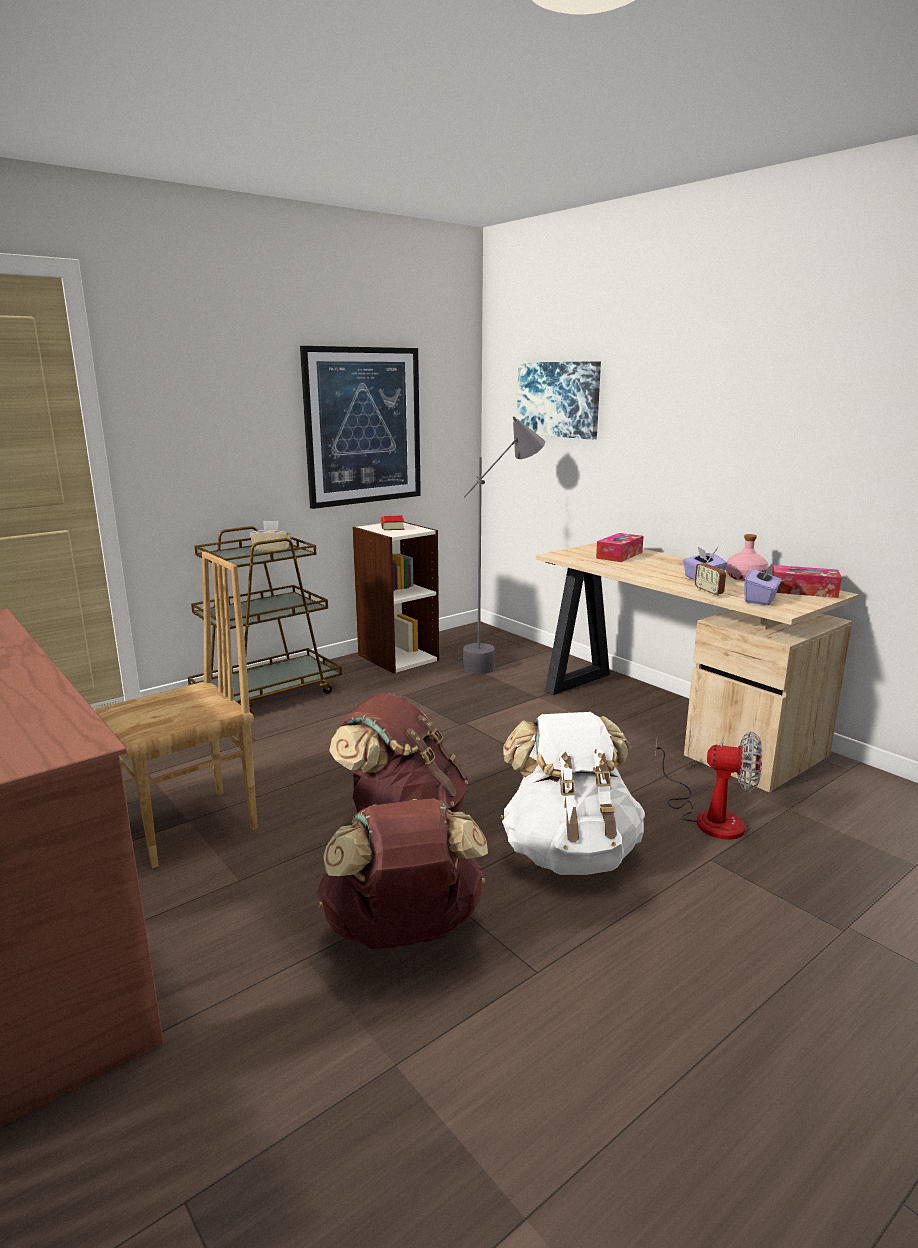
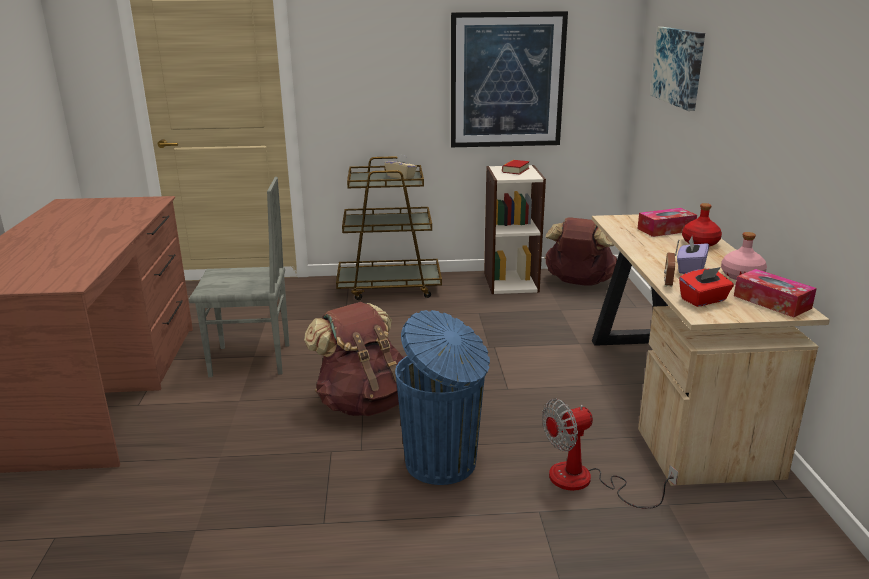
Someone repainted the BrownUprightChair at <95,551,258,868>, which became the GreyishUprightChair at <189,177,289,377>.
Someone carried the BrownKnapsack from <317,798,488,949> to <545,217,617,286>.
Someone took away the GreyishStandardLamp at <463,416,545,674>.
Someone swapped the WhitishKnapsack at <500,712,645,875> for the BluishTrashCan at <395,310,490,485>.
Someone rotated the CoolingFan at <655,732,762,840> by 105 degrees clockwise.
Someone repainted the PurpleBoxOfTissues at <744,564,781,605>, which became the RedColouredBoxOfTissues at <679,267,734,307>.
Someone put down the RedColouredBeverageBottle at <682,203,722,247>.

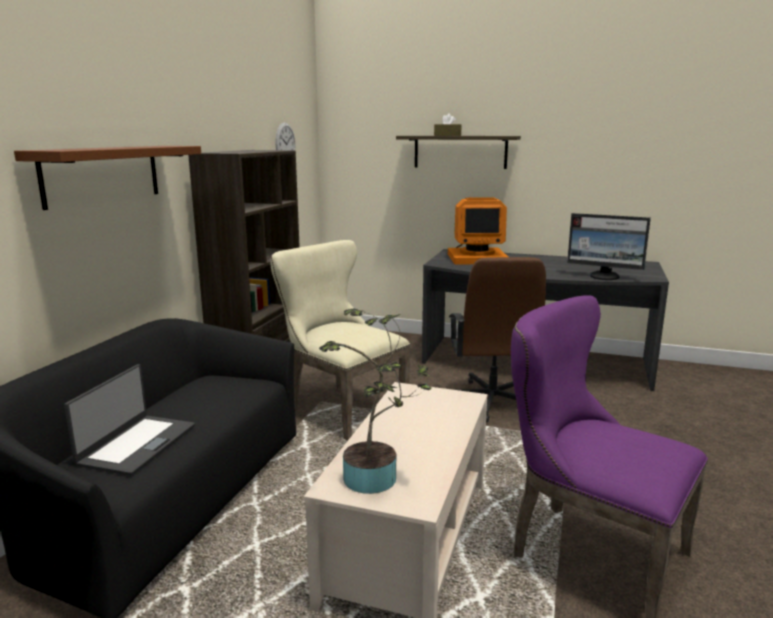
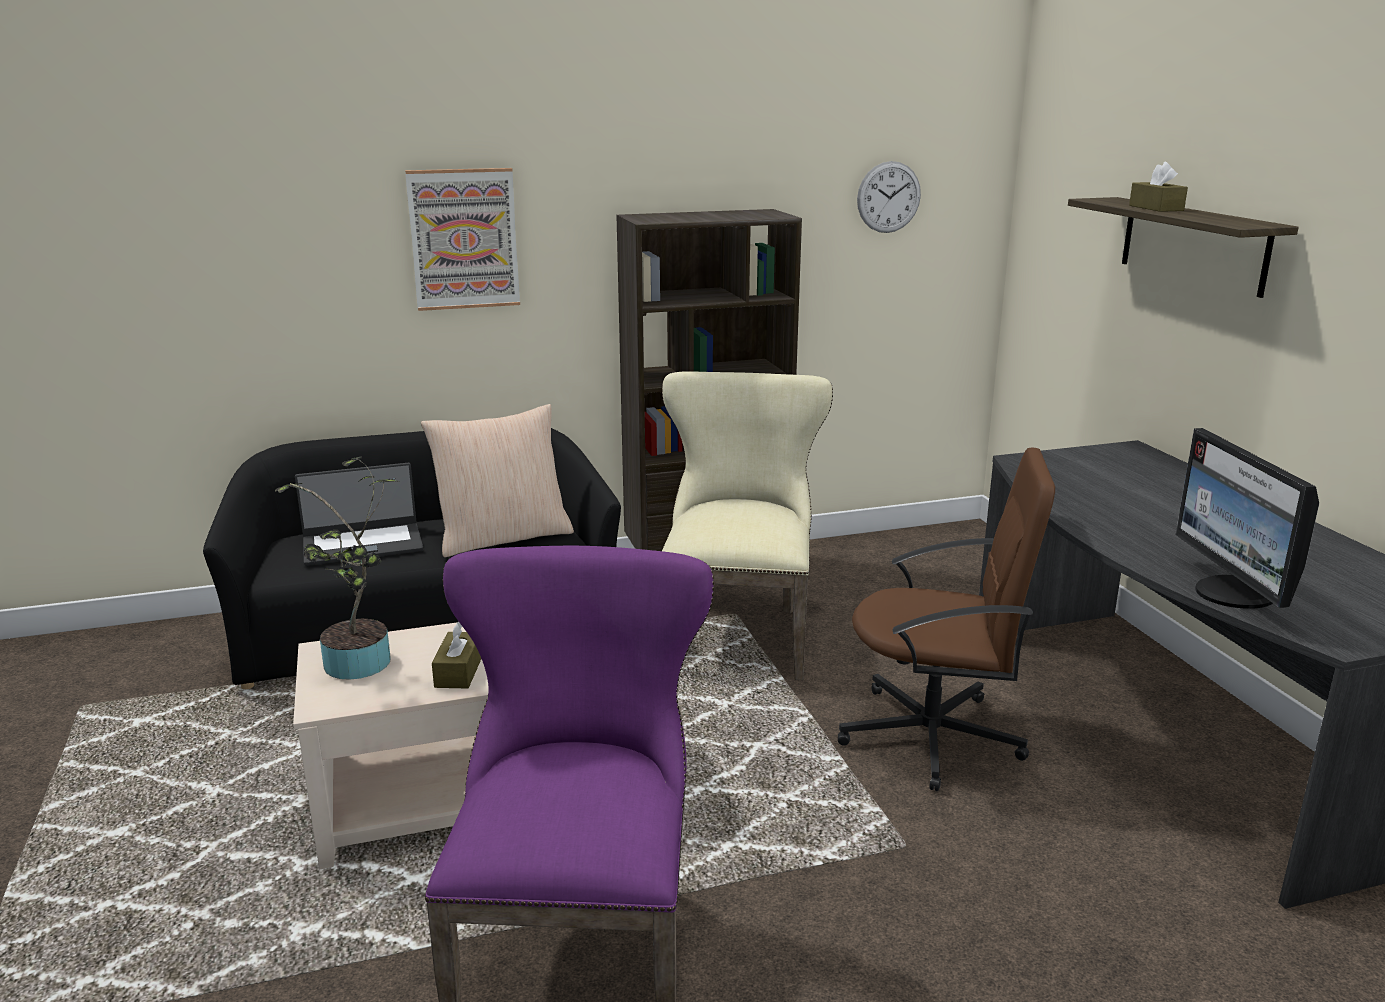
Someone swapped the BrownBracketShelf at <14,146,201,210> for the Picture at <405,168,520,311>.
Someone took away the ComputerDisplay at <448,198,508,264>.
Someone rotated the BrownComputerChair at <449,257,546,422> by 135 degrees counterclockwise.
Someone put down the BeigeColouredThrowPillow at <421,404,574,557>.
Someone put down the BrownBoxOfTissues at <432,622,481,688>.

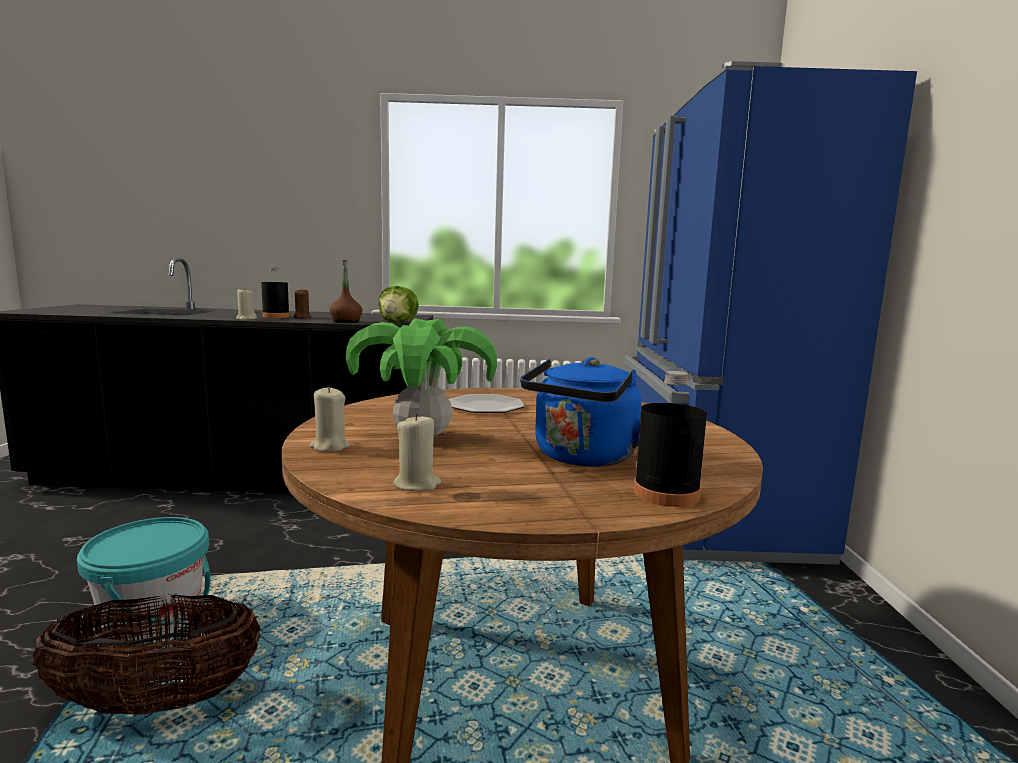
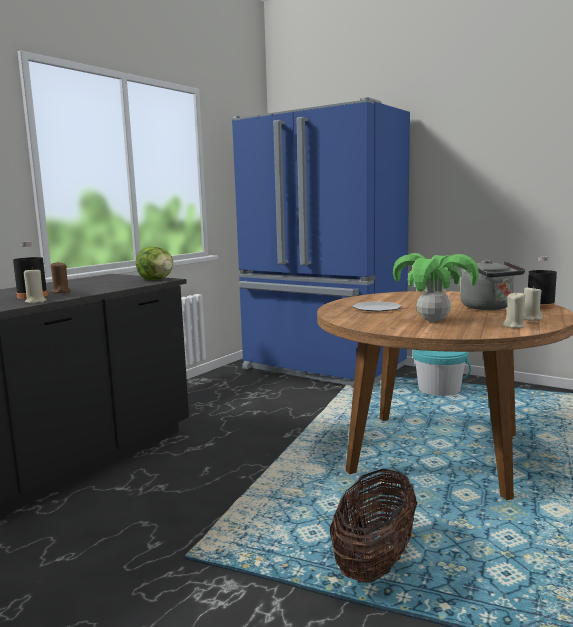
Someone carried the TurquoisePail from <77,517,211,641> to <413,350,471,396>.
Someone carried the BeigeColouredWaxCandle from <309,386,350,452> to <524,286,543,321>.
Someone took away the BrownBeverageBottle at <329,259,363,323>.
Someone repainted the BluishTeaKettle at <520,357,641,467>, which became the GreyishTeaKettle at <461,259,525,310>.

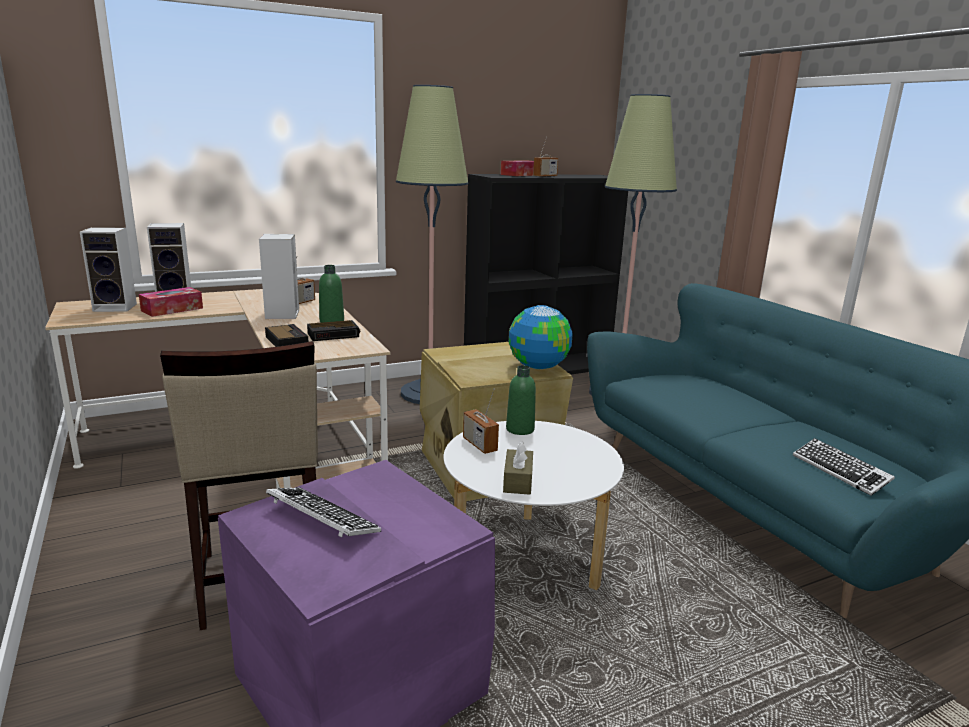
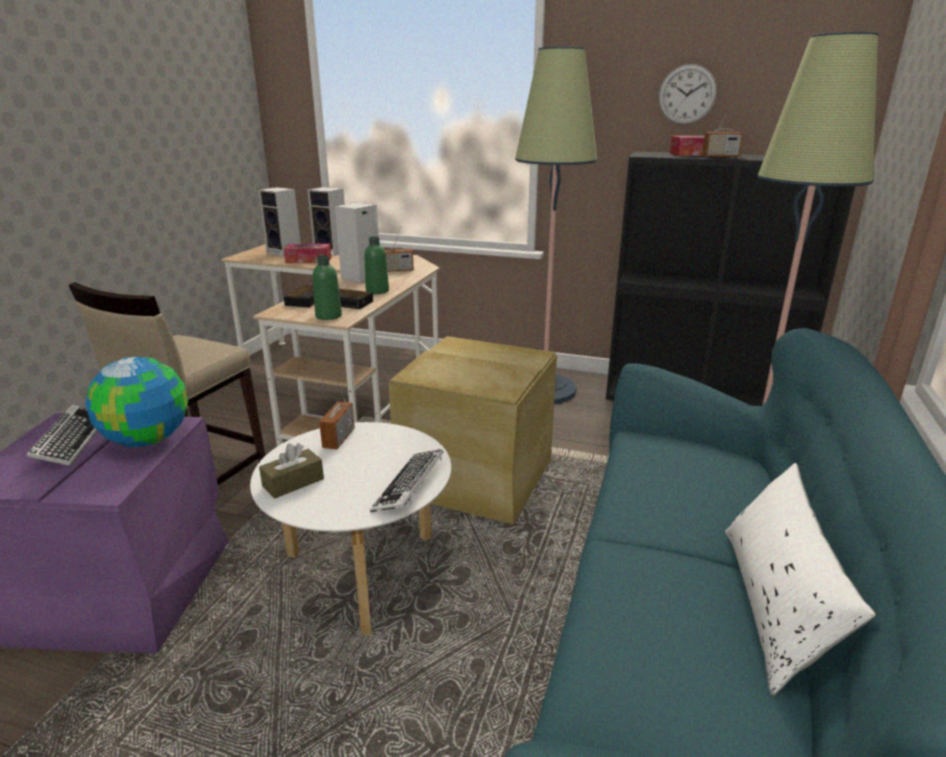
Someone carried the GreenColouredBeverageBottle from <506,365,536,435> to <313,255,342,320>.
Someone carried the WorldGlobe from <509,305,573,369> to <85,357,188,447>.
Someone carried the PcKeyboard from <793,438,895,496> to <370,449,444,512>.
Someone put up the ClockOnTheWall at <658,64,717,125>.
Someone put down the WhitishThrowPillow at <725,463,876,696>.

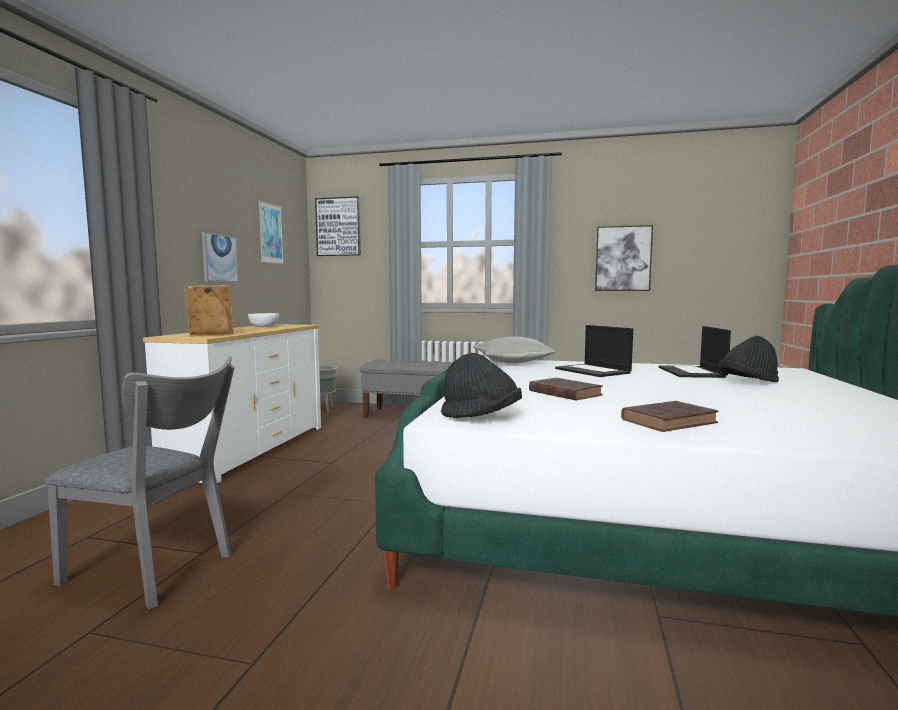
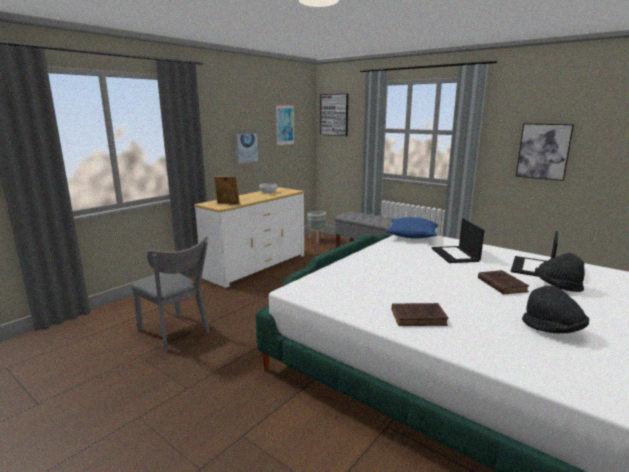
Someone carried the BlackClothingHat from <441,353,522,418> to <522,286,589,334>.
Someone repainted the GreyishThrowPillow at <473,337,556,363>, which became the BluishThrowPillow at <385,217,439,238>.
Someone carried the BrownBook from <529,378,603,401> to <478,270,529,295>.

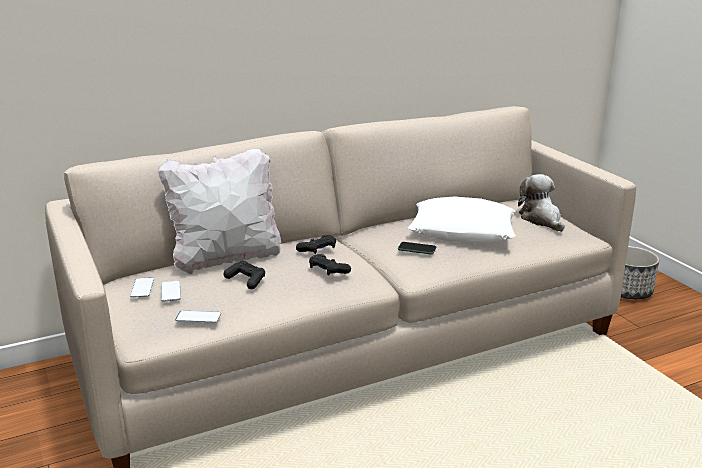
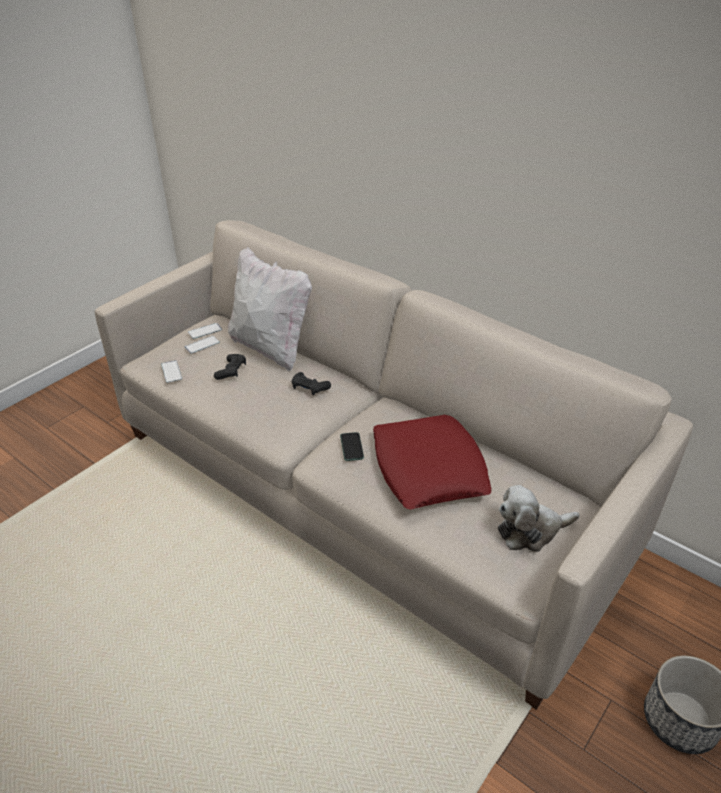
Someone took away the BlackJoypad at <309,254,351,276>.
Someone repainted the WhitishThrowPillow at <408,196,516,243>, which became the RedColouredThrowPillow at <373,415,491,509>.
Someone rotated the SoftToy at <518,174,565,232> by 150 degrees counterclockwise.

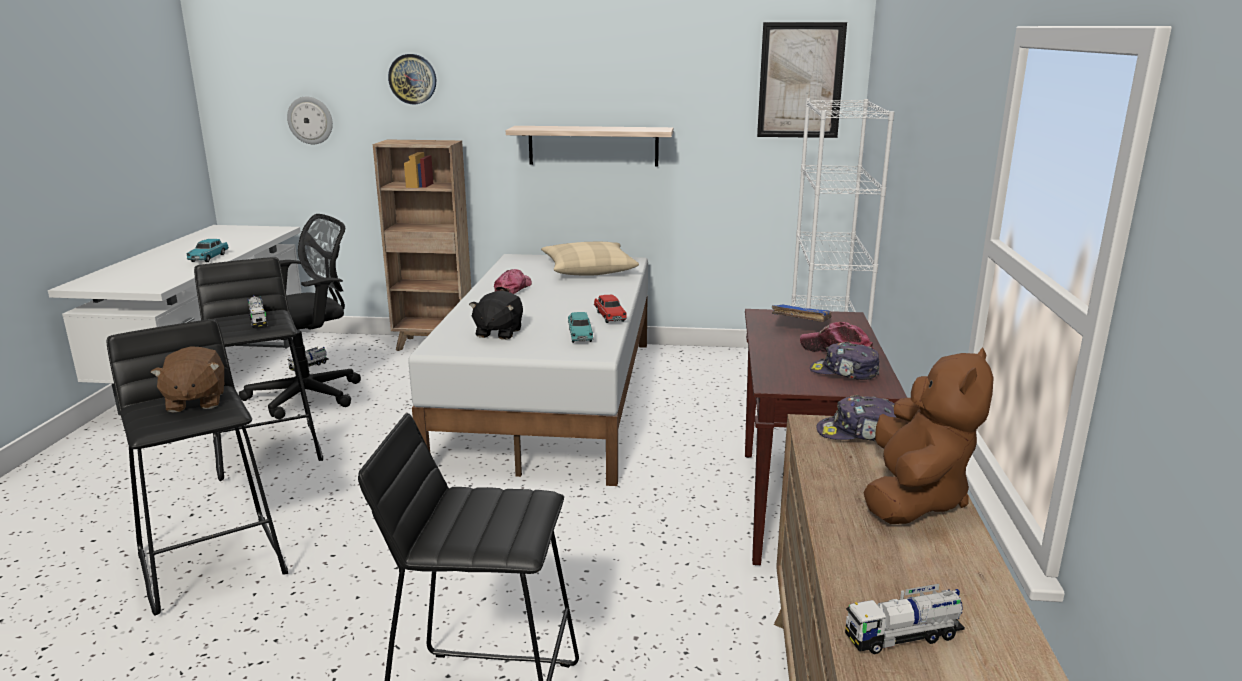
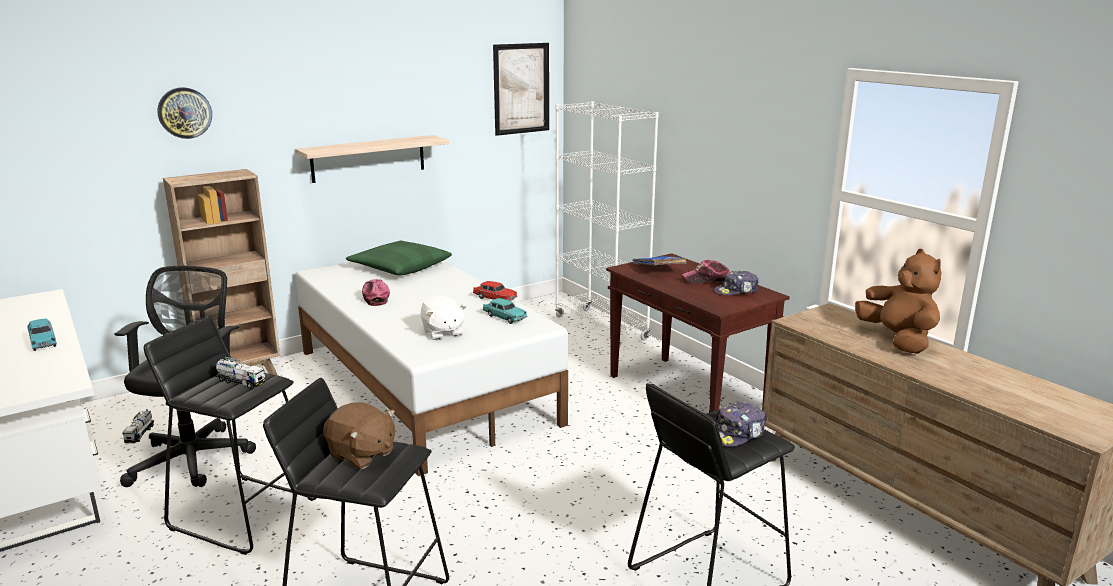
Someone took away the ClockOnTheWall at <287,97,333,144>.
Someone repainted the BlackSoftToy at <469,290,523,340>, which became the WhitishSoftToy at <421,296,466,340>.
Someone repainted the BeigeColouredThrowPillow at <541,242,639,276>, which became the GreenColouredThrowPillow at <346,241,452,275>.
Someone carried the BaseballCap from <816,395,896,441> to <715,402,766,447>.
Someone took away the ToyLorry at <845,583,965,654>.

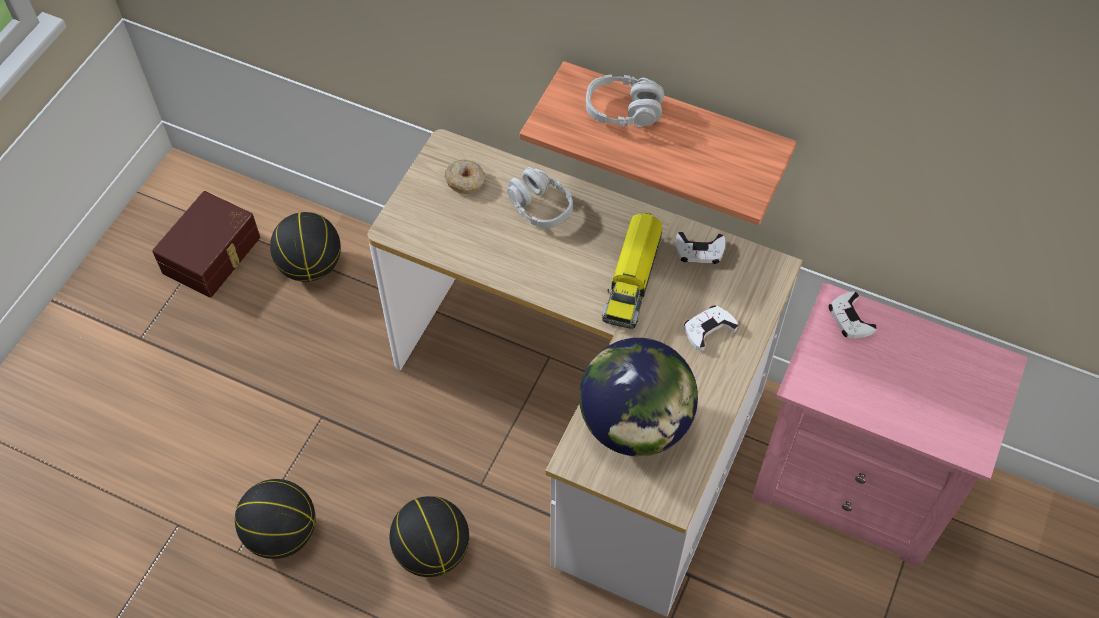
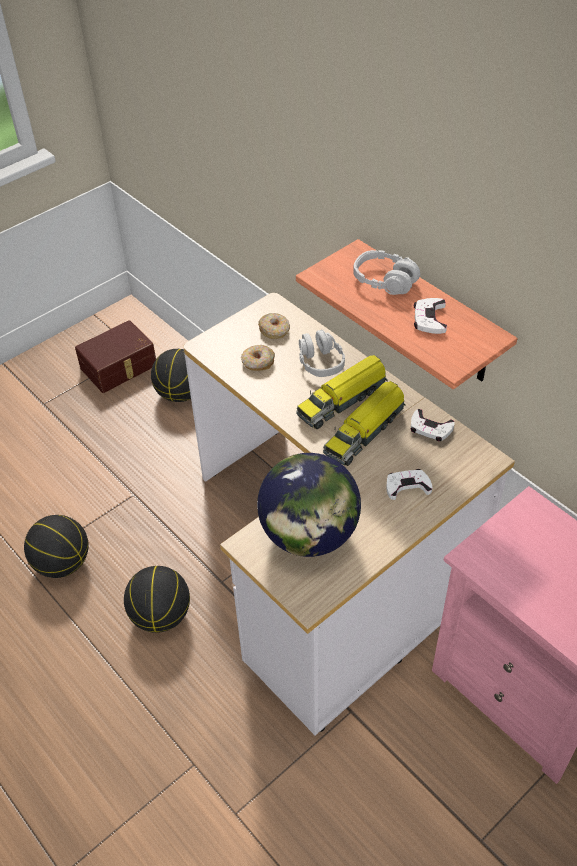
Someone carried the WhitishJoypad from <829,292,877,338> to <414,298,447,334>.
Someone put down the Donut at <241,345,275,371>.
Someone put down the ToyLorry at <296,355,388,429>.

